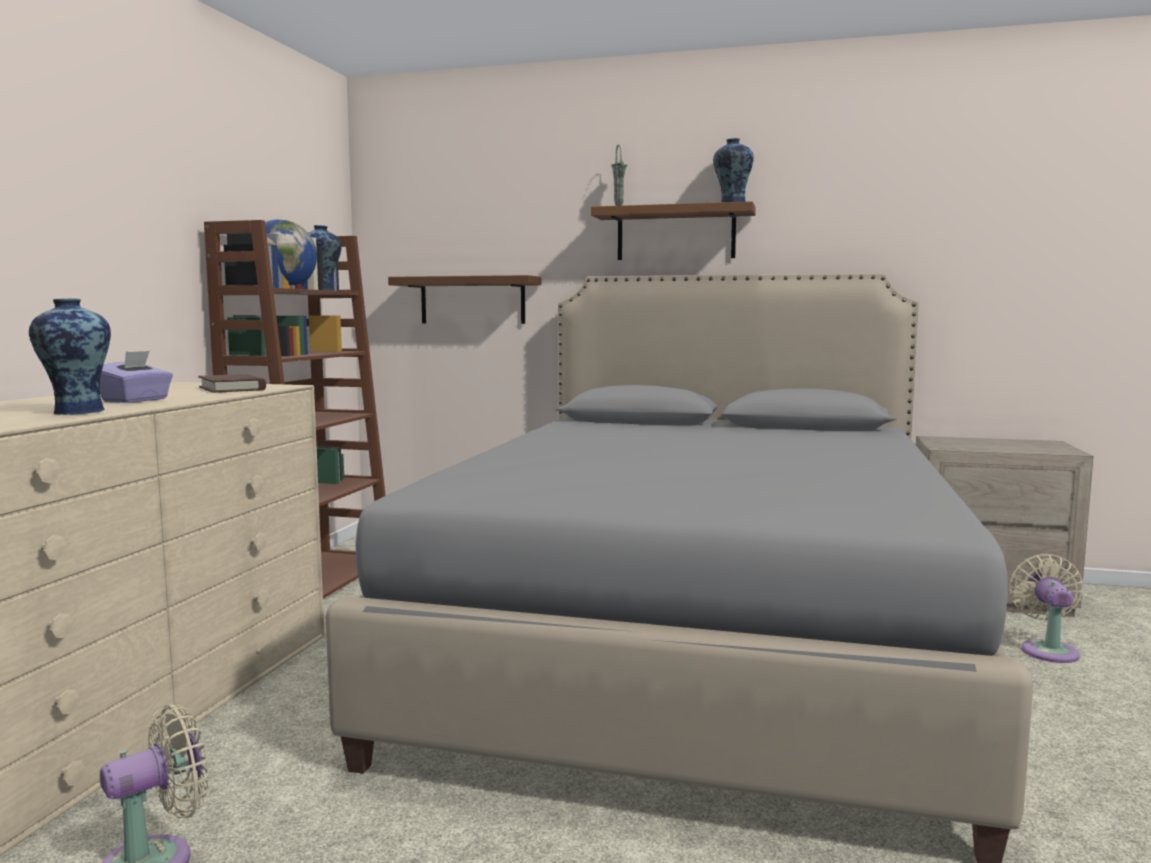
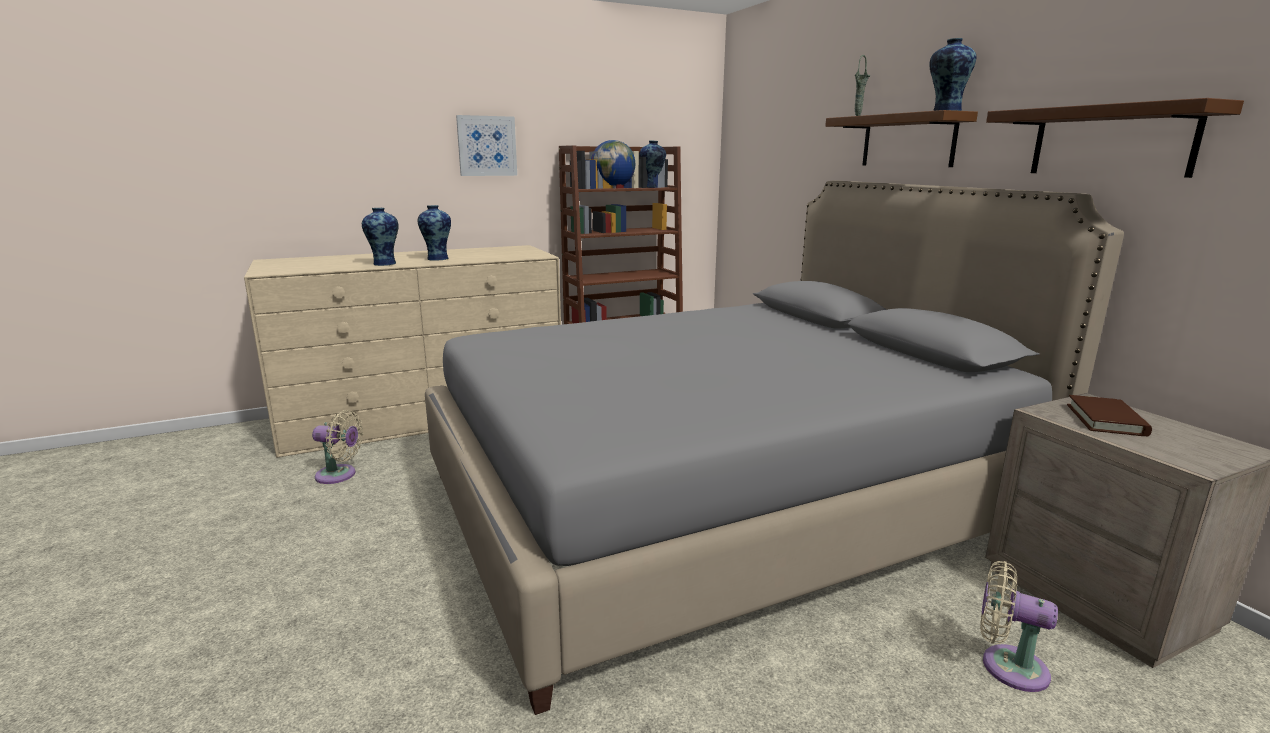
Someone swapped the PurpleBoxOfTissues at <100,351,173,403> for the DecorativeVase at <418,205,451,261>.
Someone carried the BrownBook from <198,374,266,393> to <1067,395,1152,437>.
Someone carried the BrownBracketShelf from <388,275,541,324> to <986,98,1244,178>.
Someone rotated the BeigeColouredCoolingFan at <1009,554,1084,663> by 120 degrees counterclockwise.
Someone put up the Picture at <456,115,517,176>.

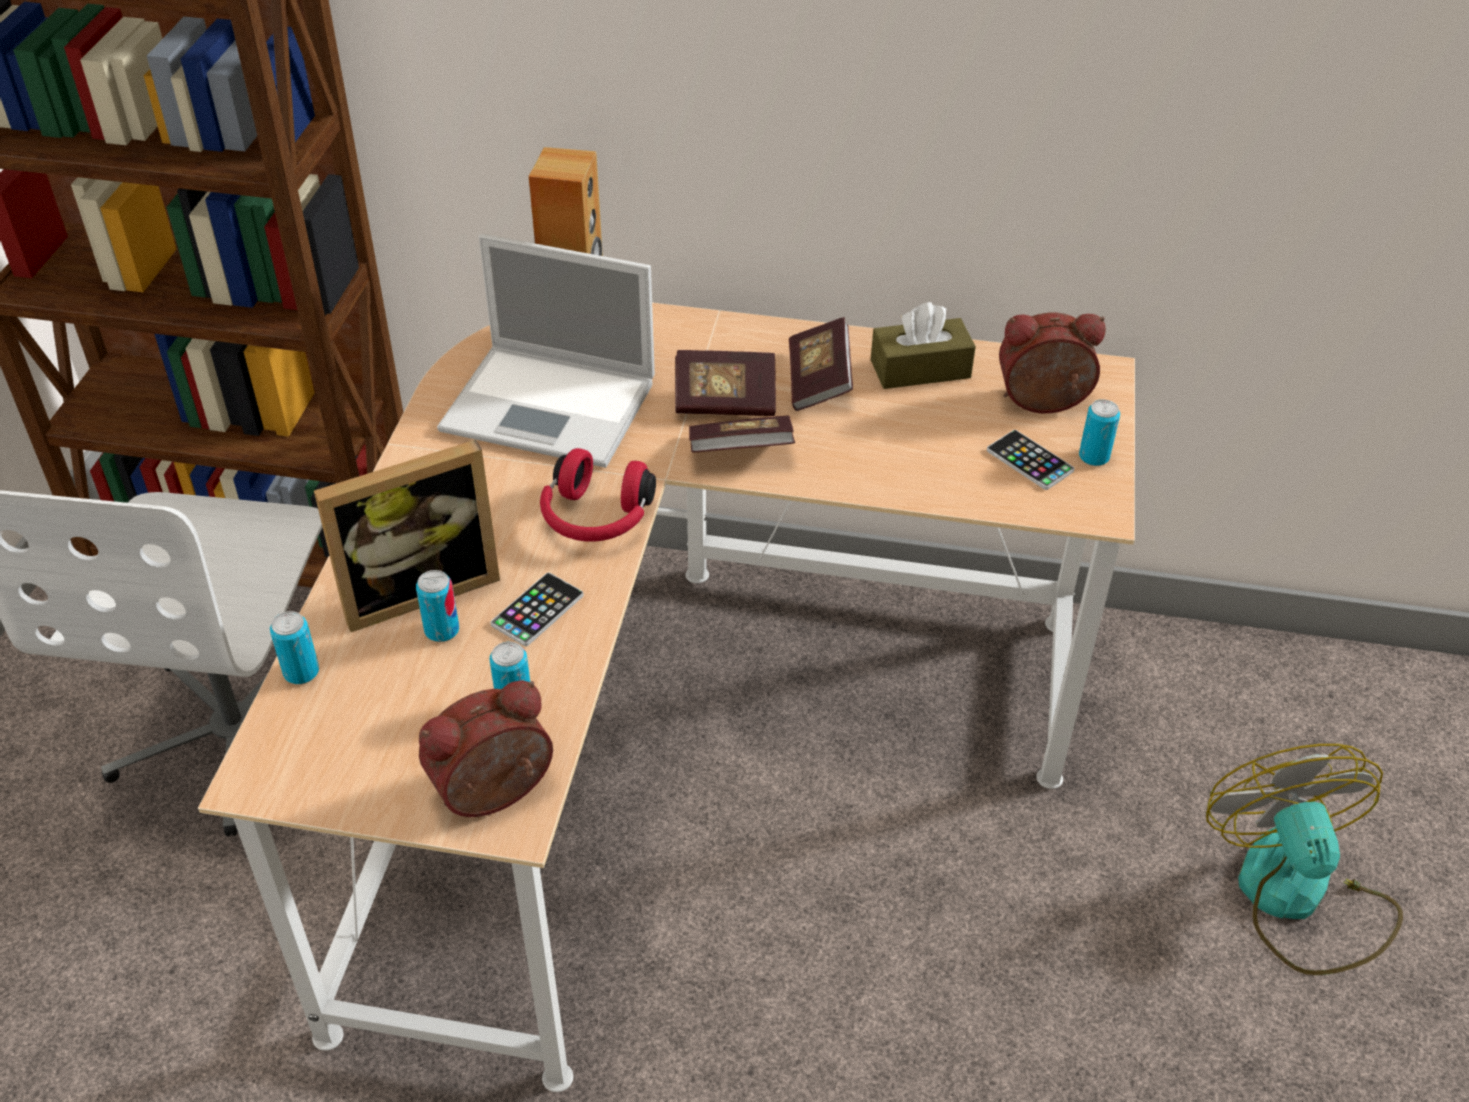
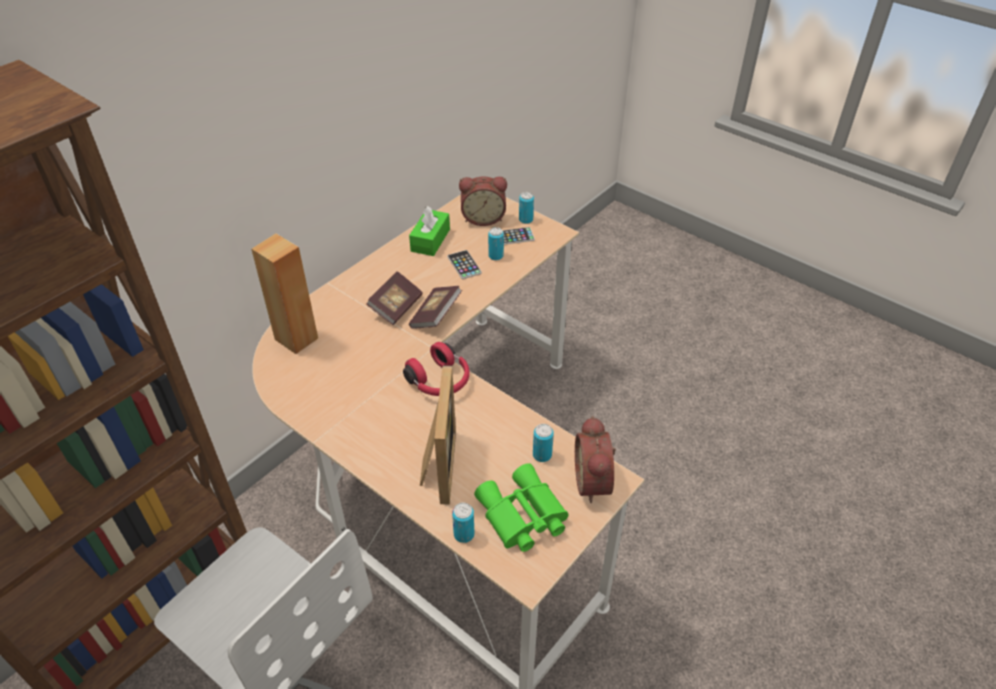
Someone carried the Can from <416,570,459,642> to <488,227,504,261>.
Someone took away the PortableComputer at <437,234,655,468>.
Someone carried the Handset from <490,572,584,646> to <447,250,482,279>.
Someone took away the Book at <789,317,853,411>.
Someone repainted the BrownBoxOfTissues at <871,302,976,389>, which became the GreenColouredBoxOfTissues at <409,206,450,256>.
Someone rotated the AlarmClock at <999,312,1106,413> by 120 degrees counterclockwise.
Someone took away the CoolingFan at <1206,744,1403,975>.
Someone put down the GreenColouredFieldGlasses at <474,463,568,552>.

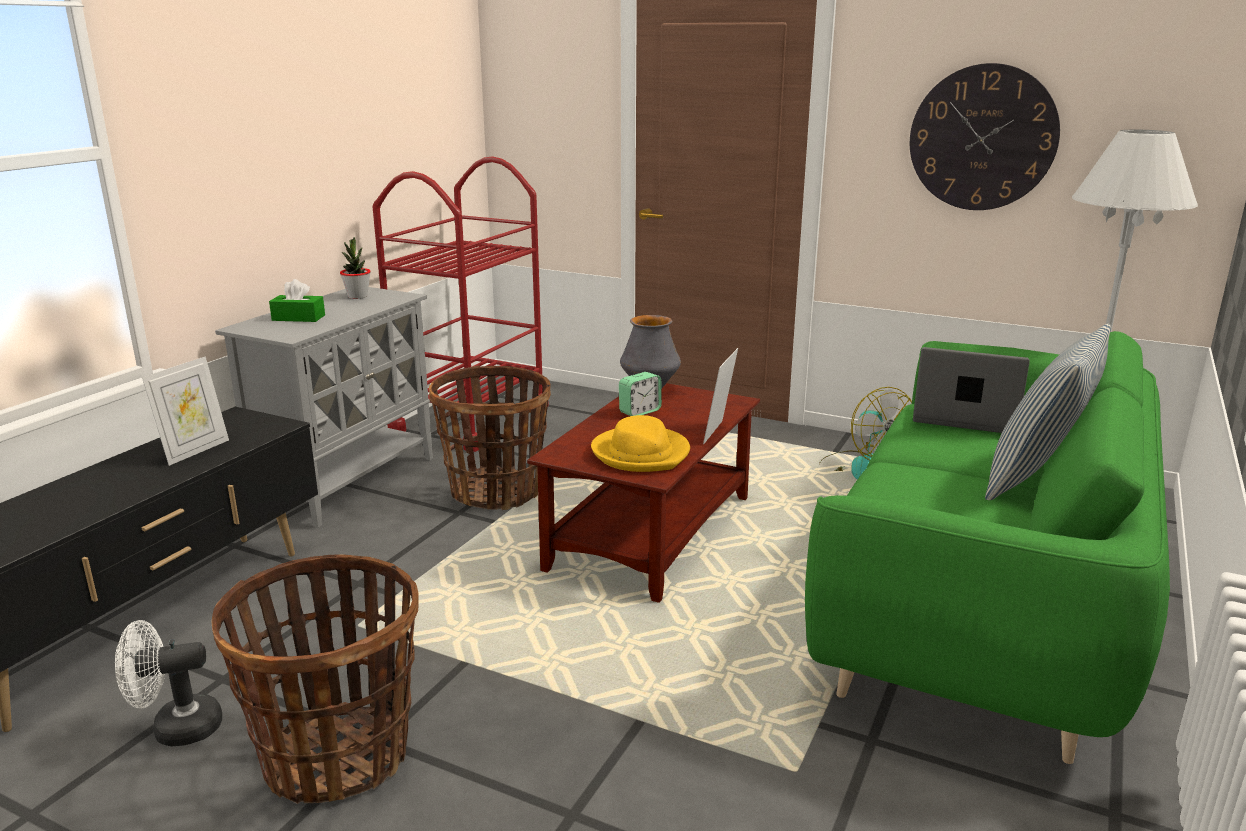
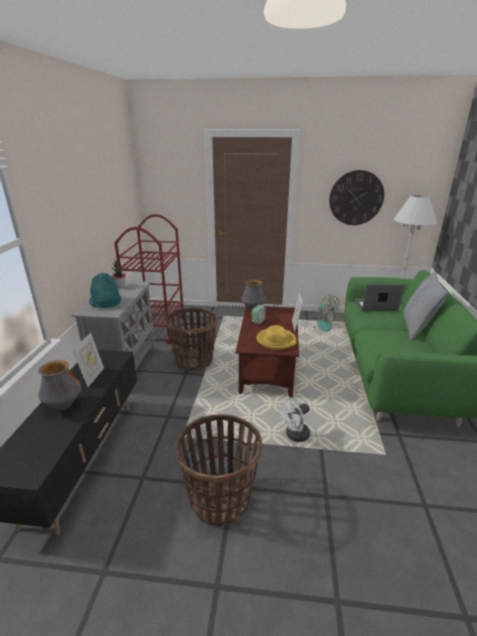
Someone carried the WhitishCoolingFan from <115,620,222,746> to <279,400,310,442>.
Someone swapped the GreenColouredBoxOfTissues at <269,279,325,322> for the TurquoiseClothingHat at <89,273,121,308>.
Someone put down the DecorativeVase at <38,360,82,410>.

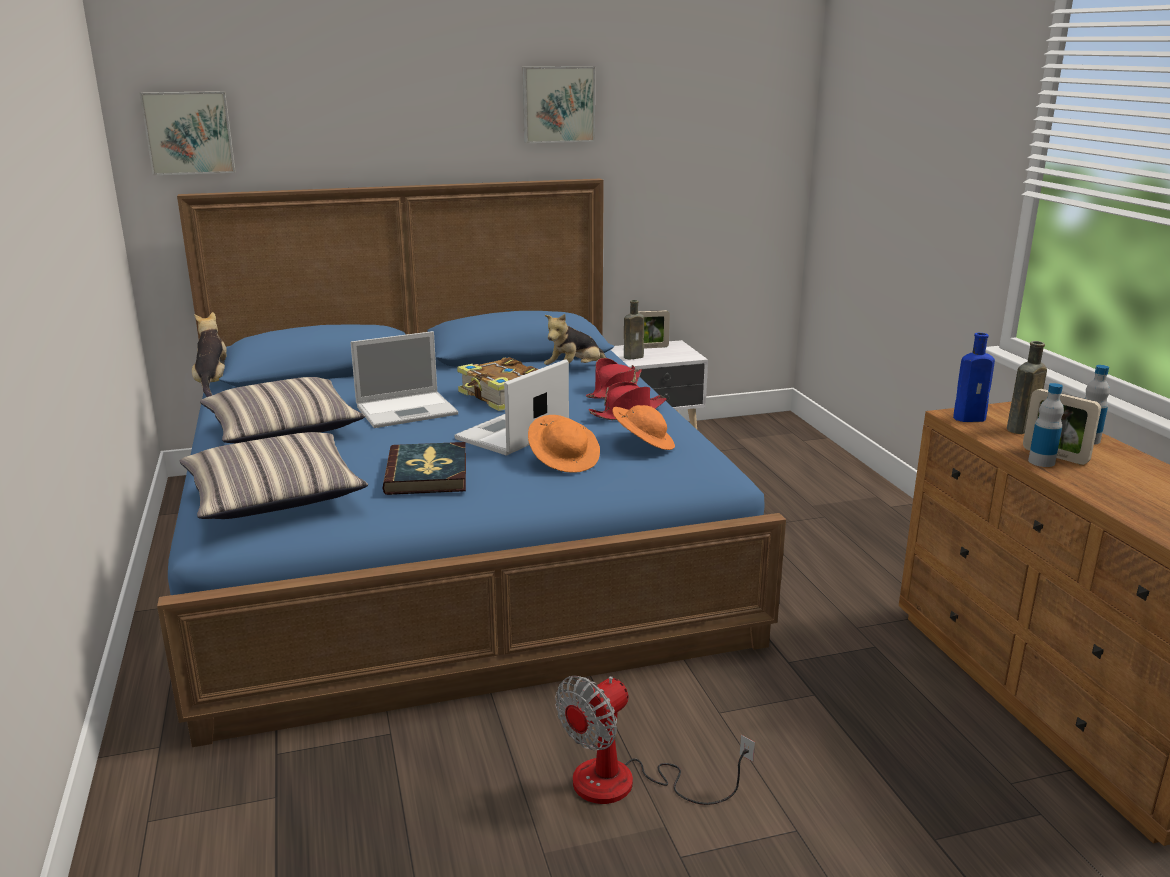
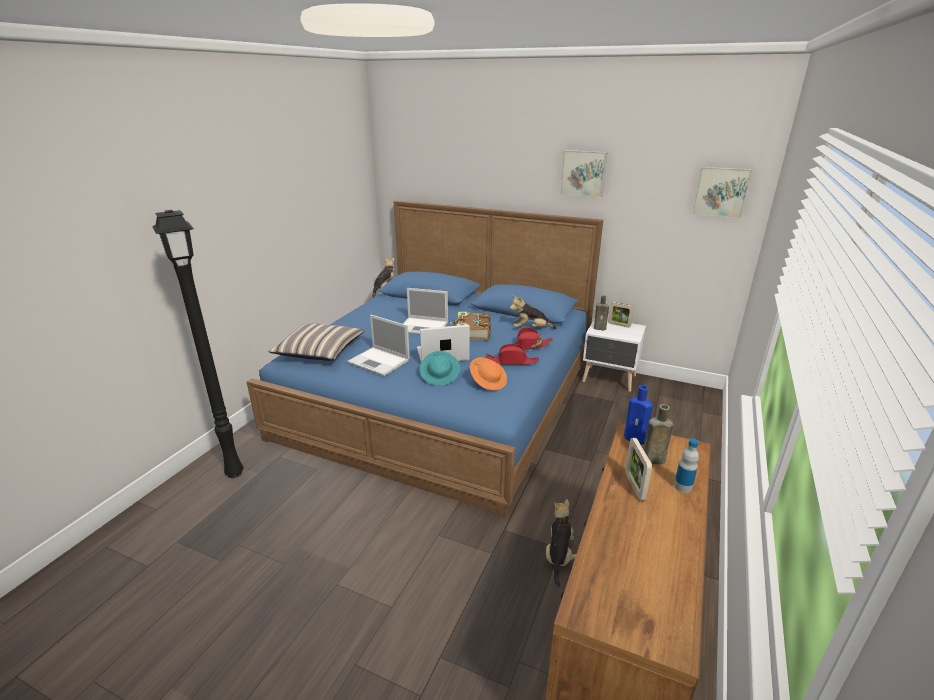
Someone carried the Picture from <140,91,236,175> to <692,167,752,218>.
Someone took away the ThrowPillow at <200,377,365,443>.
Someone swapped the Book at <382,442,466,495> for the PortableComputer at <347,315,410,376>.
Someone repainted the OrangeClothingHat at <528,415,600,473>, which became the TurquoiseClothingHat at <420,351,460,386>.
Someone took away the CoolingFan at <555,676,755,805>.
Someone took away the BeverageBottle at <1028,383,1064,467>.
Someone put down the BlackStandardLamp at <152,210,244,478>.
Someone put down the SoftToy at <546,499,576,587>.

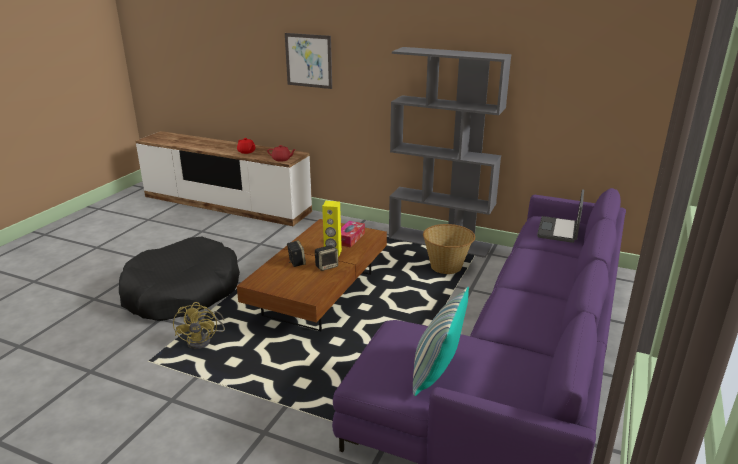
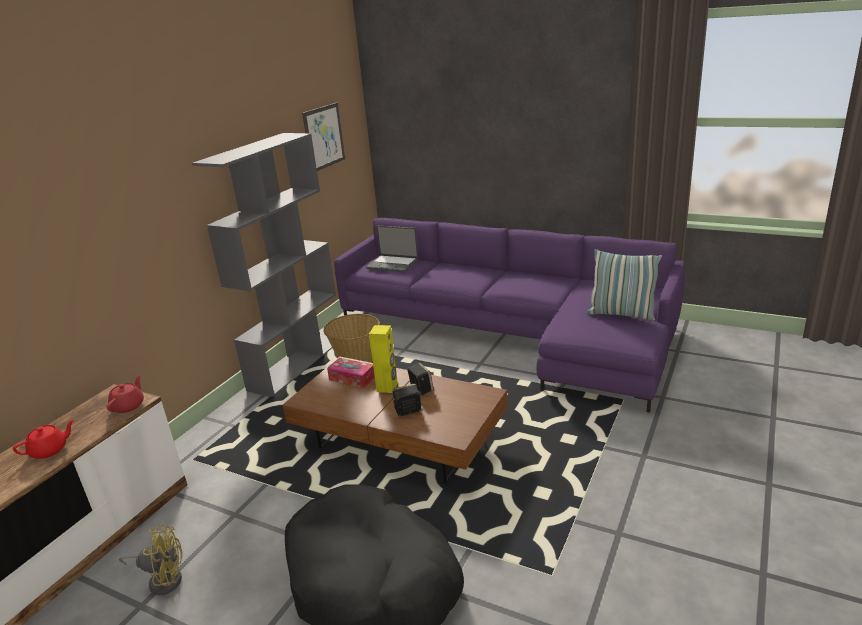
Someone carried the YellowishCoolingFan from <173,302,225,349> to <119,524,182,595>.
Someone carried the Picture from <285,33,332,89> to <302,103,345,171>.

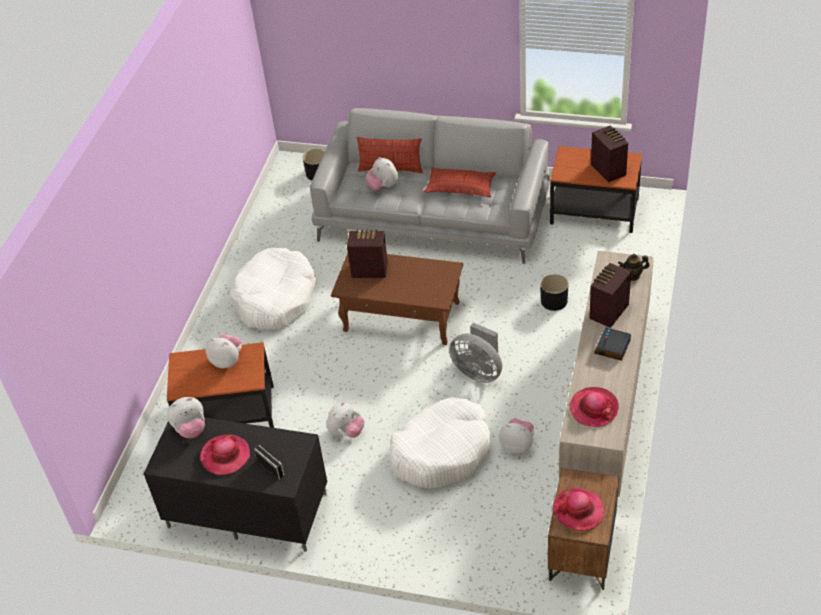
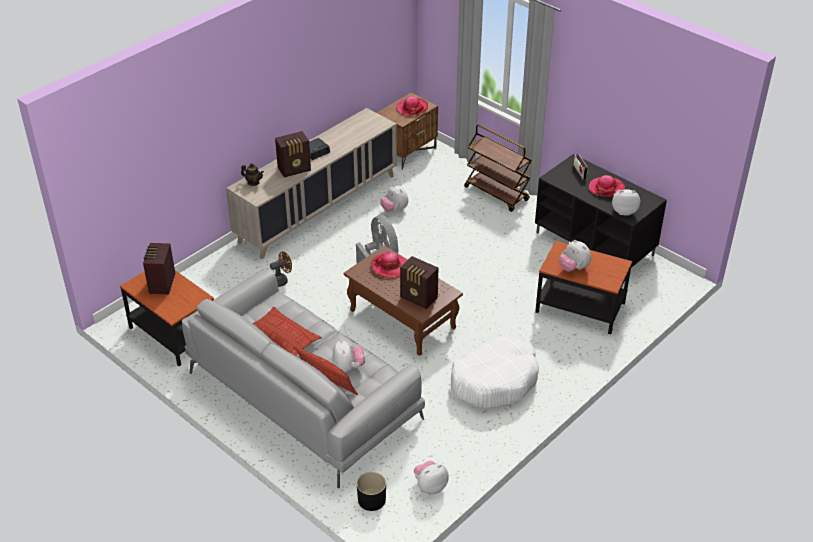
Someone carried the SoftToy from <327,402,364,438> to <414,460,449,494>.
Someone took away the WhitishDogCushion at <390,397,490,488>.
Someone swapped the BlackFlowerPot at <540,274,568,311> for the BrownCoolingFan at <270,251,292,287>.
Someone carried the ClothingHat from <569,387,619,427> to <371,251,407,278>.
Someone put down the BrownTrolley at <464,124,532,212>.

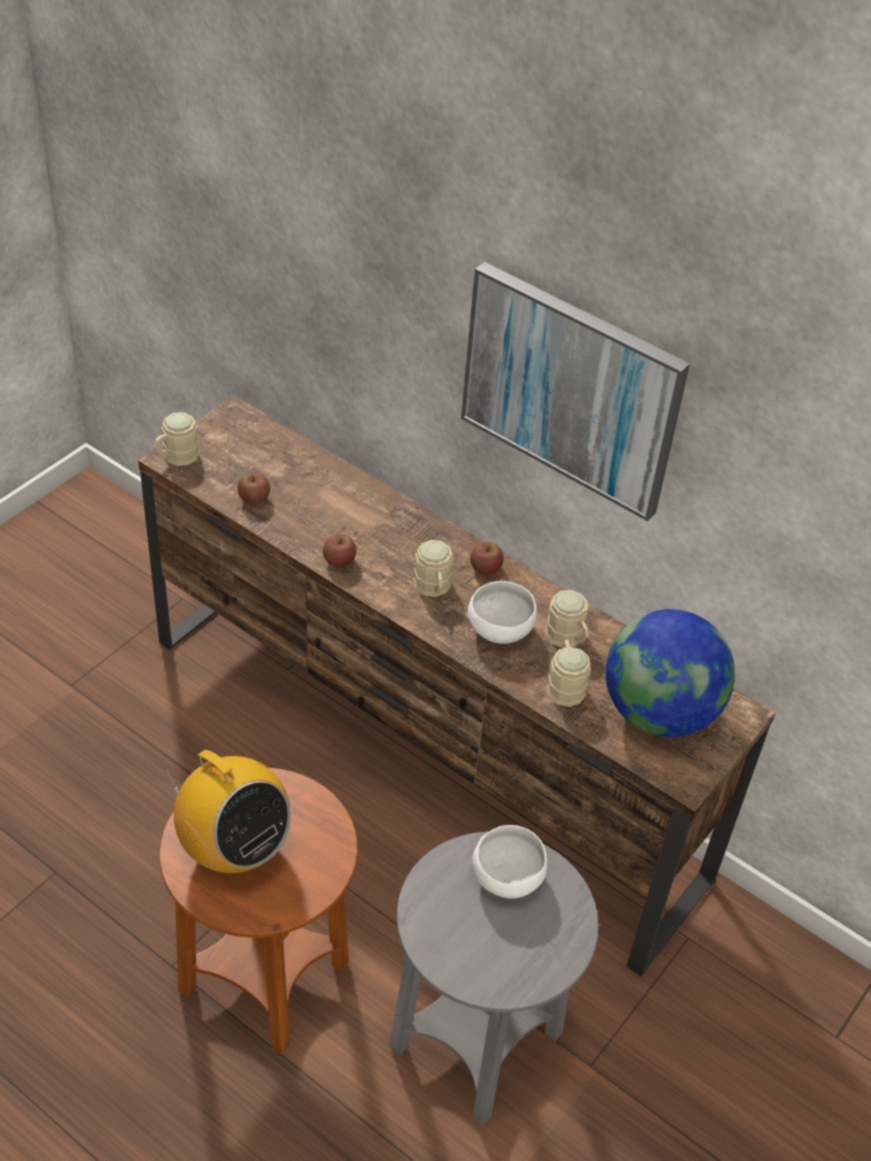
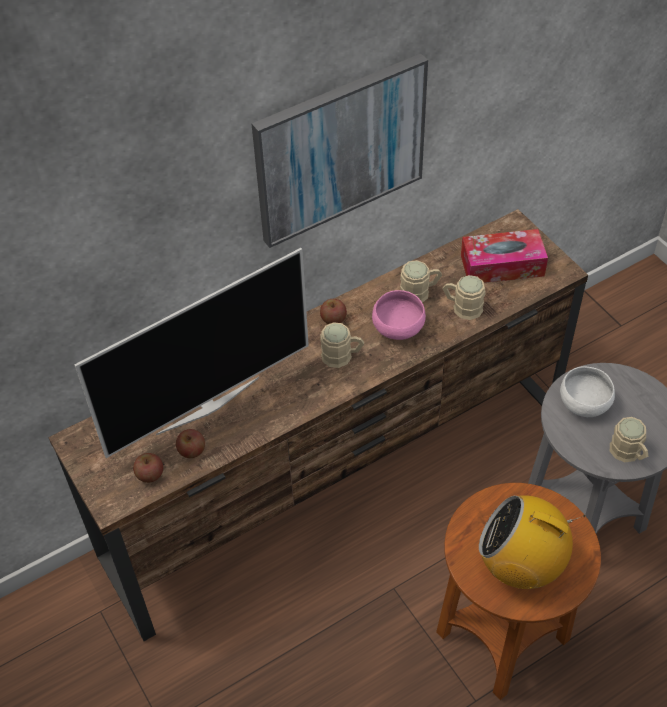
Someone carried the BeigeColouredTeaMug from <153,412,200,466> to <610,417,648,462>.
Someone rotated the RadioReceiver at <165,750,291,873> by 135 degrees counterclockwise.
Someone carried the Apple from <323,534,356,567> to <133,453,163,483>.
Someone repainted the WhitishBowl at <468,581,537,644>, which became the PinkishBowl at <372,290,426,340>.
Someone swapped the WorldGlobe at <606,609,735,737> for the BoxOfTissues at <461,229,548,283>.
Someone put down the Tv at <74,248,309,458>.

